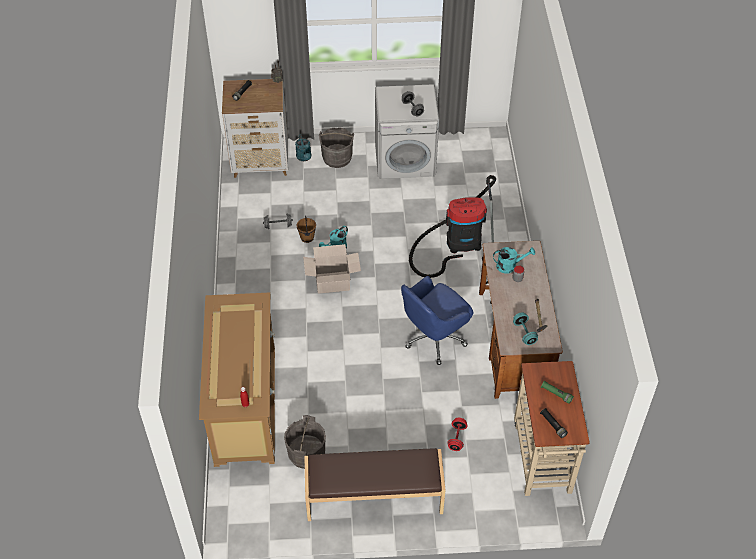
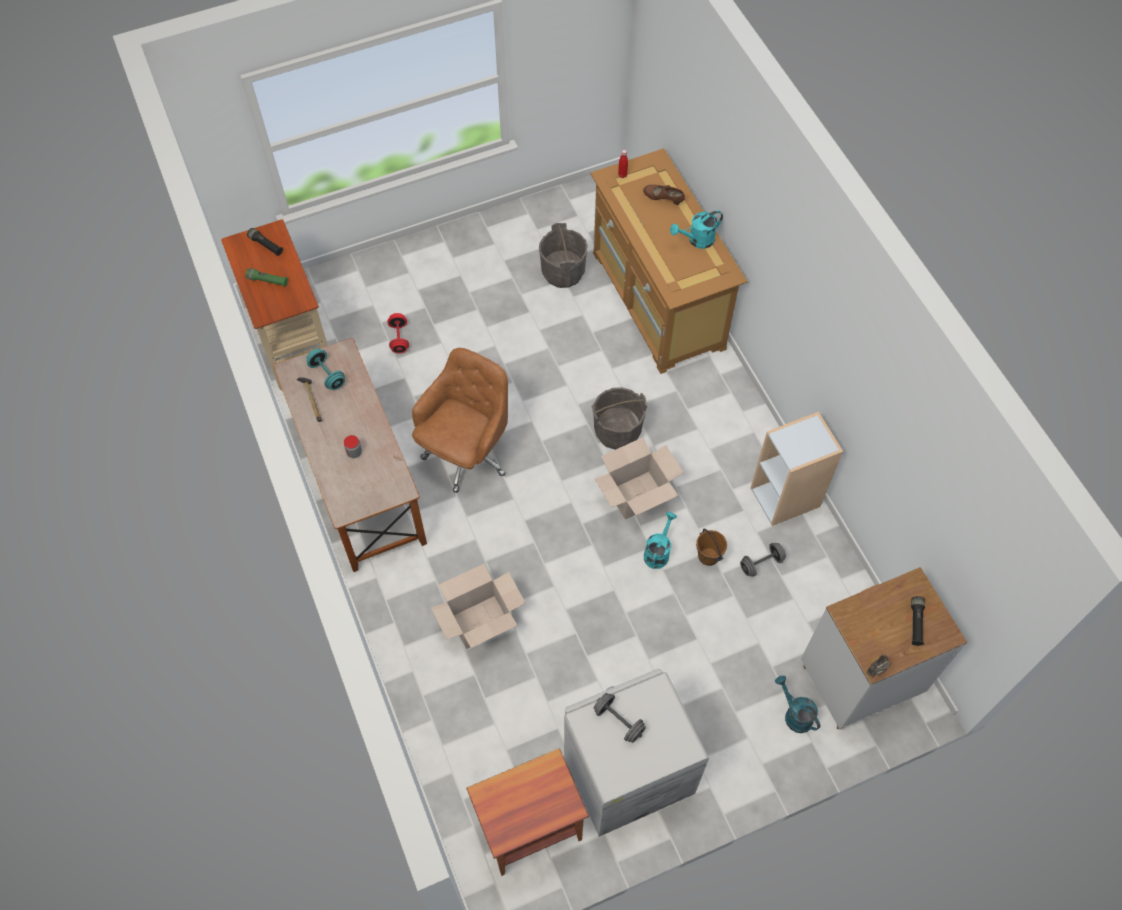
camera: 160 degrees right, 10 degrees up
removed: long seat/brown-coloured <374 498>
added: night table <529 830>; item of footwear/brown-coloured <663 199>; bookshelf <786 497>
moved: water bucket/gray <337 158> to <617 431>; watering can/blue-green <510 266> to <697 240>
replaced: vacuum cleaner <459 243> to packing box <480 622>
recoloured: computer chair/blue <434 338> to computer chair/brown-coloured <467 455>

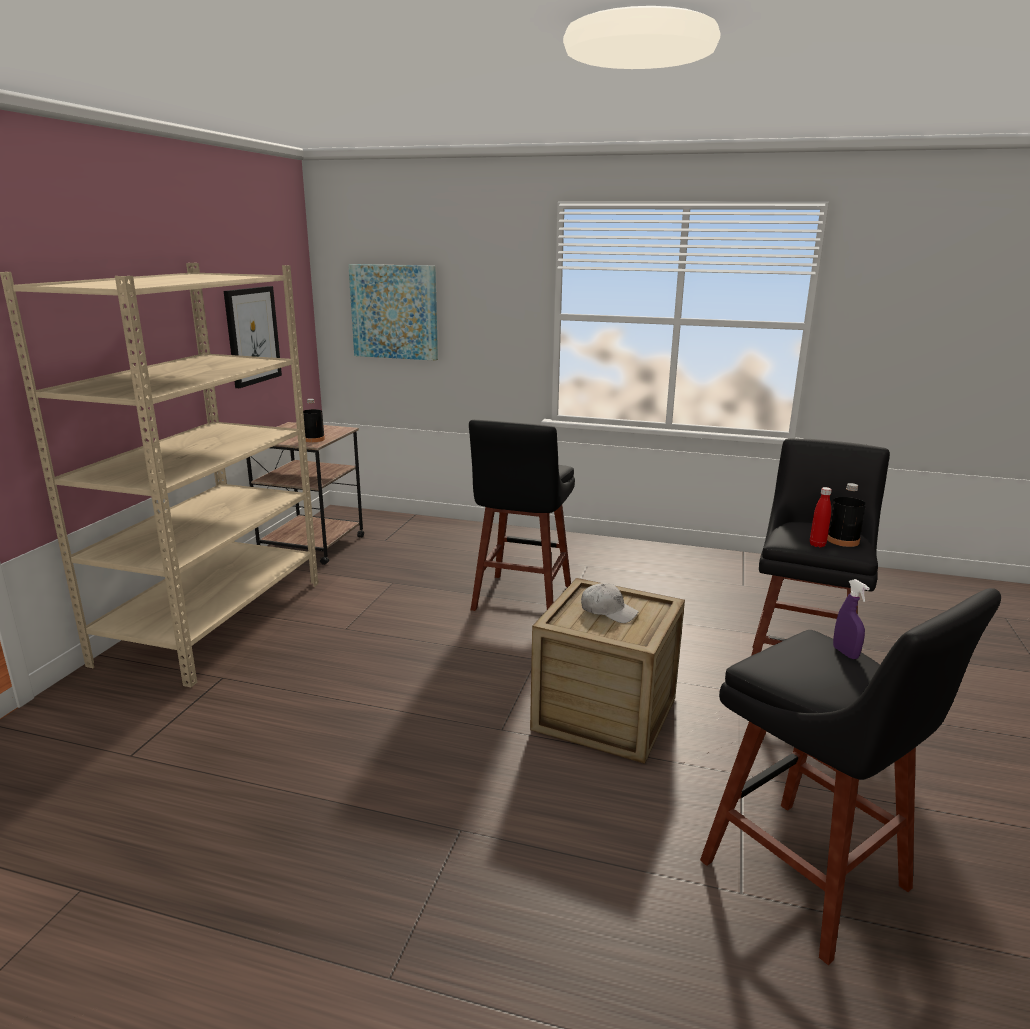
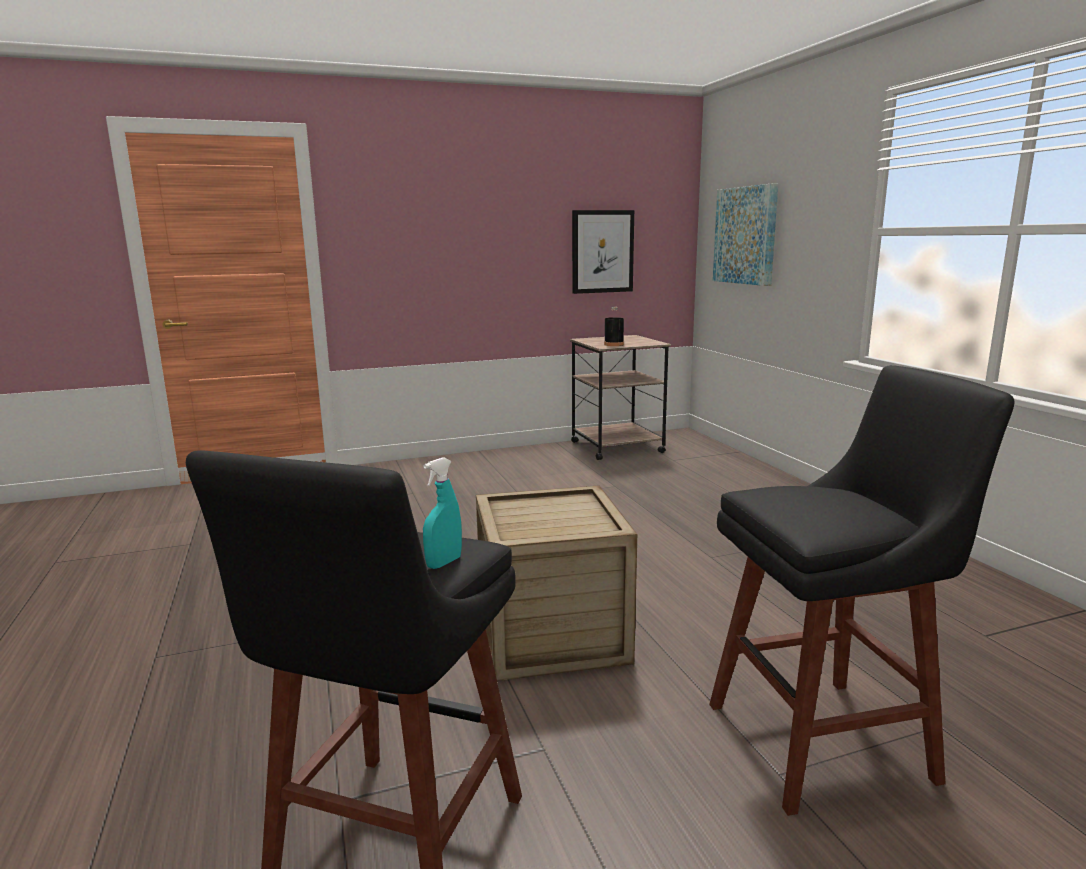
camera: 55 degrees right, 5 degrees down
removed: bookshelf/beige-coloured <214 620>; sitting stool/black <521 599>; baseball cap/white-coloured <608 611>; beverage bottle/red-coloured <817 545>; beverage bottle/black <842 540>
recoloured: sprayer/purple-coloured <845 653> to sprayer/blue-green <444 563>

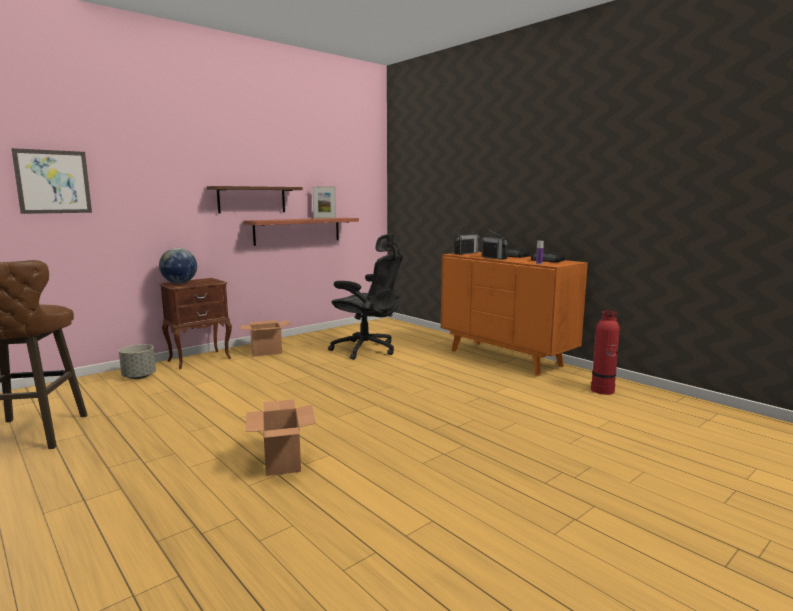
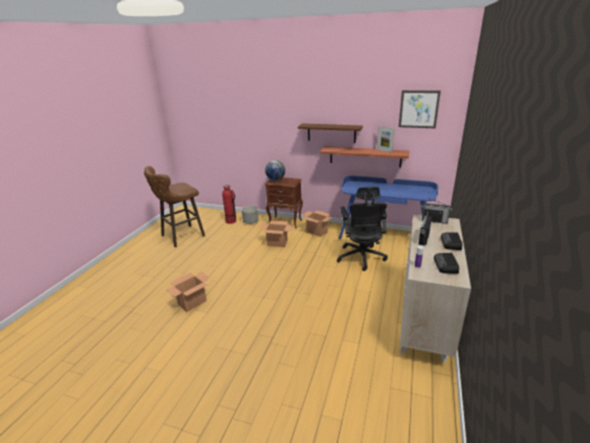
camera: 60 degrees right, 15 degrees up
added: packing box <277 243>; desk unit/blue <384 236>
moved: wall picture <53 182> to <418 109>; extinguisher <603 390> to <231 221>
recoloured: dresser/orange <505 358> to dresser/white-coloured <424 322>

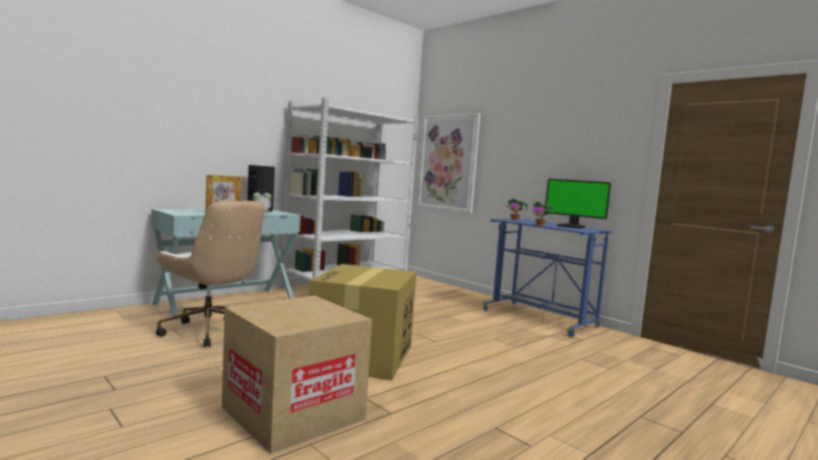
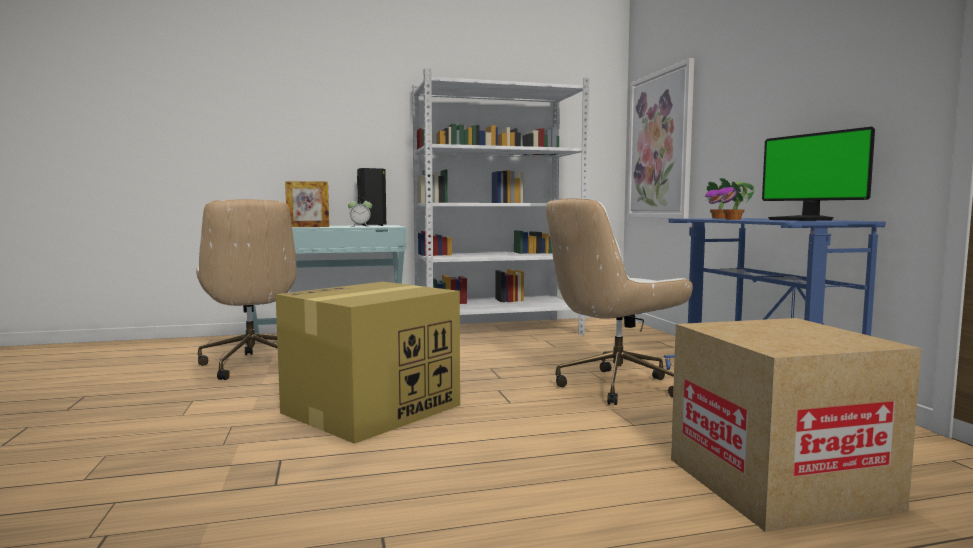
camera: 30 degrees right, 0 degrees up
added: computer chair/white-coloured <614 387>
moved: packing box <293 413> to <778 483>

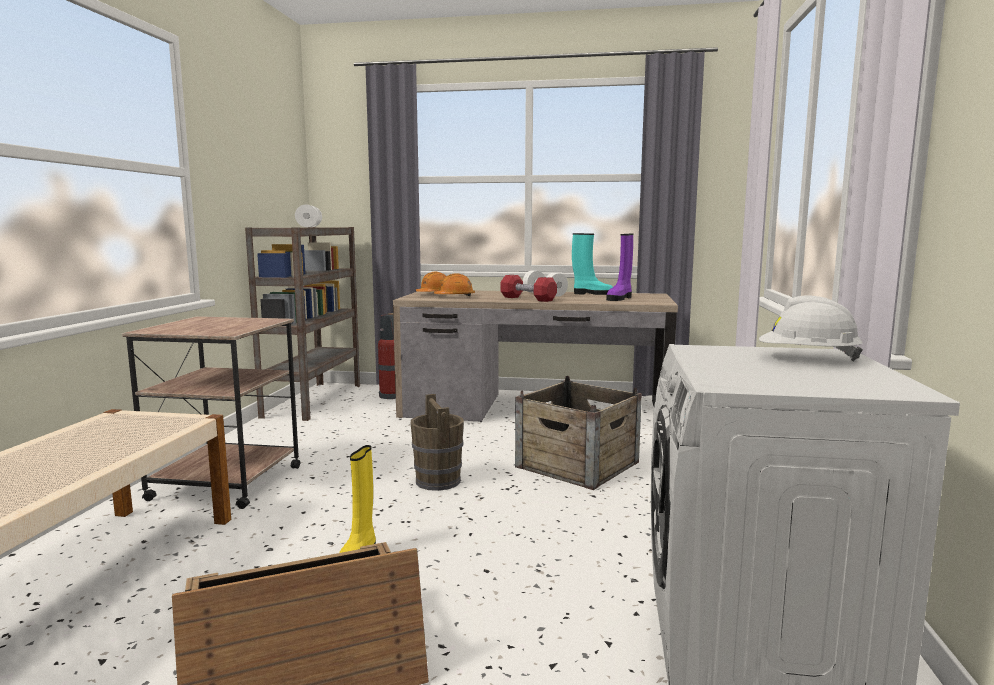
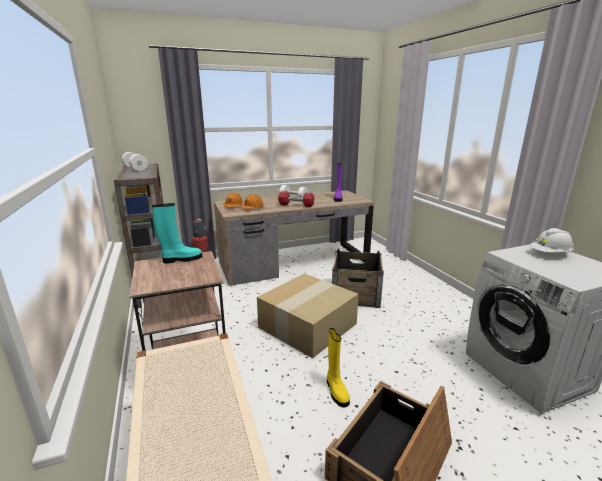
camera: 30 degrees left, 10 degrees up
moved: boot/blue-green <592 294> to <181 259>
replaced: water bucket/brown-coloured <438 481> to packing box <307 324>

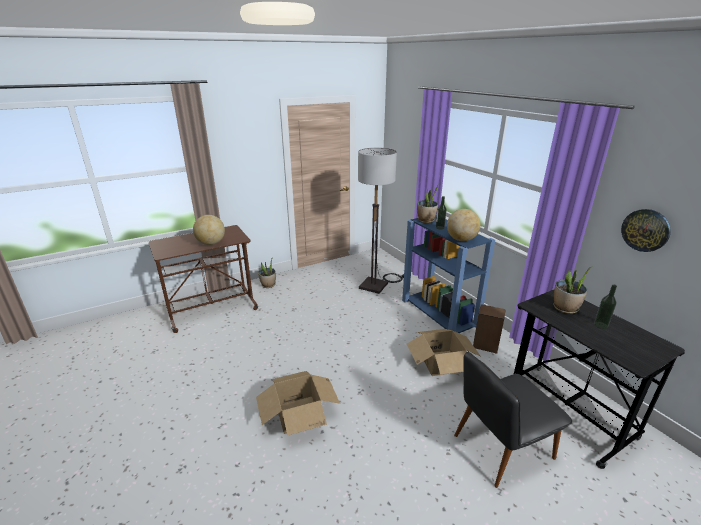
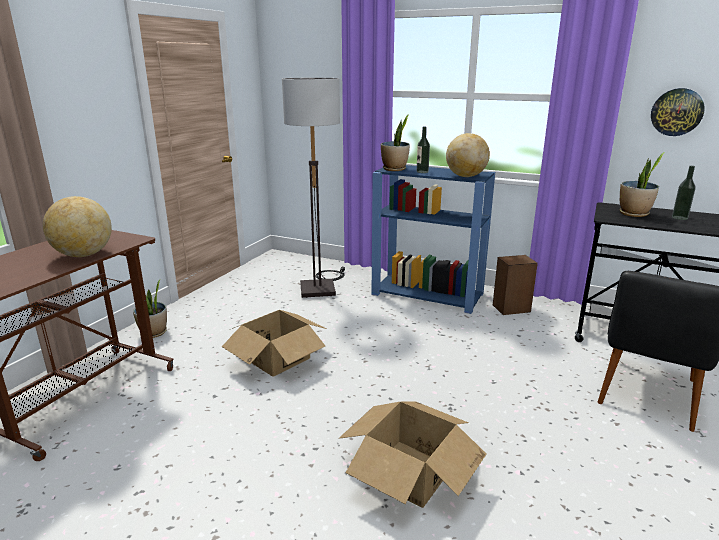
camera: 35 degrees left, 5 degrees down
moved: packing box <440 363> to <277 358>

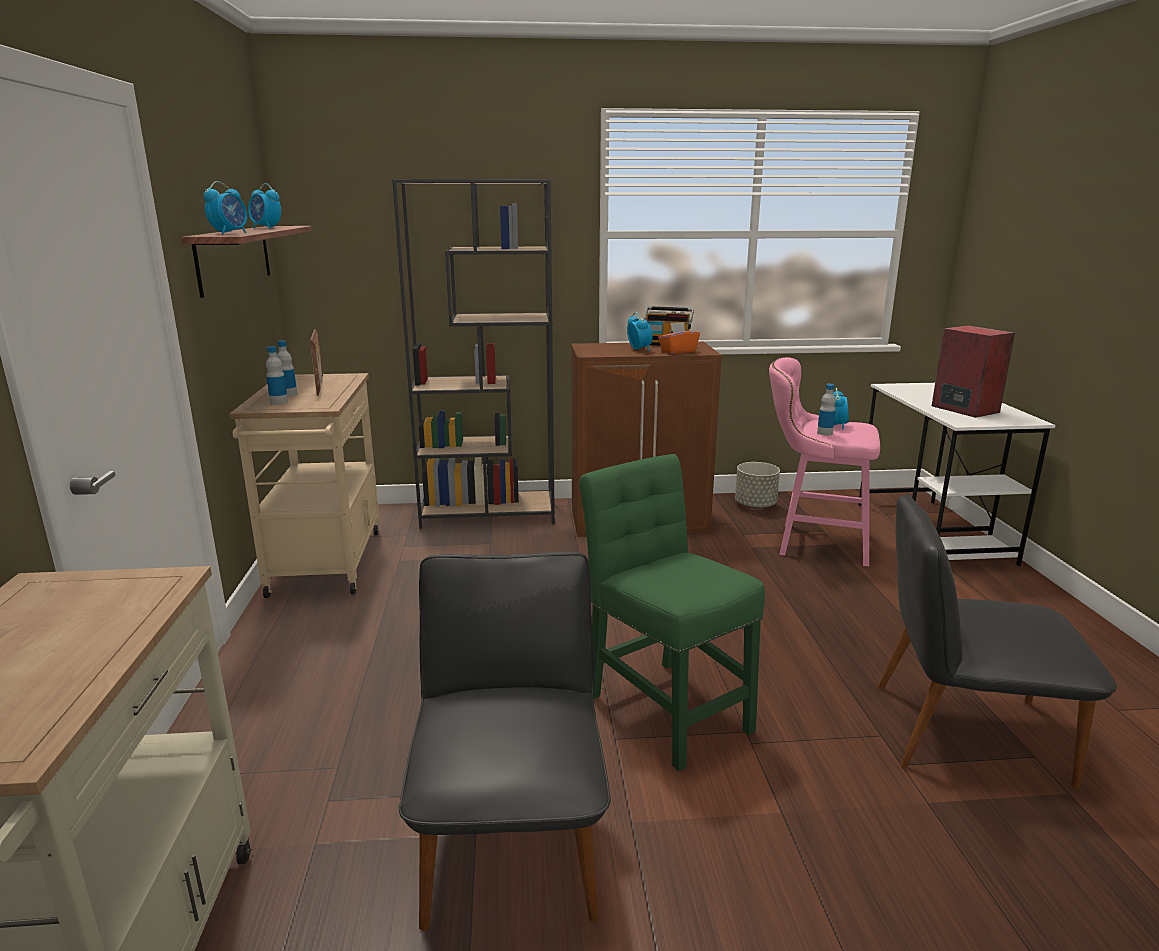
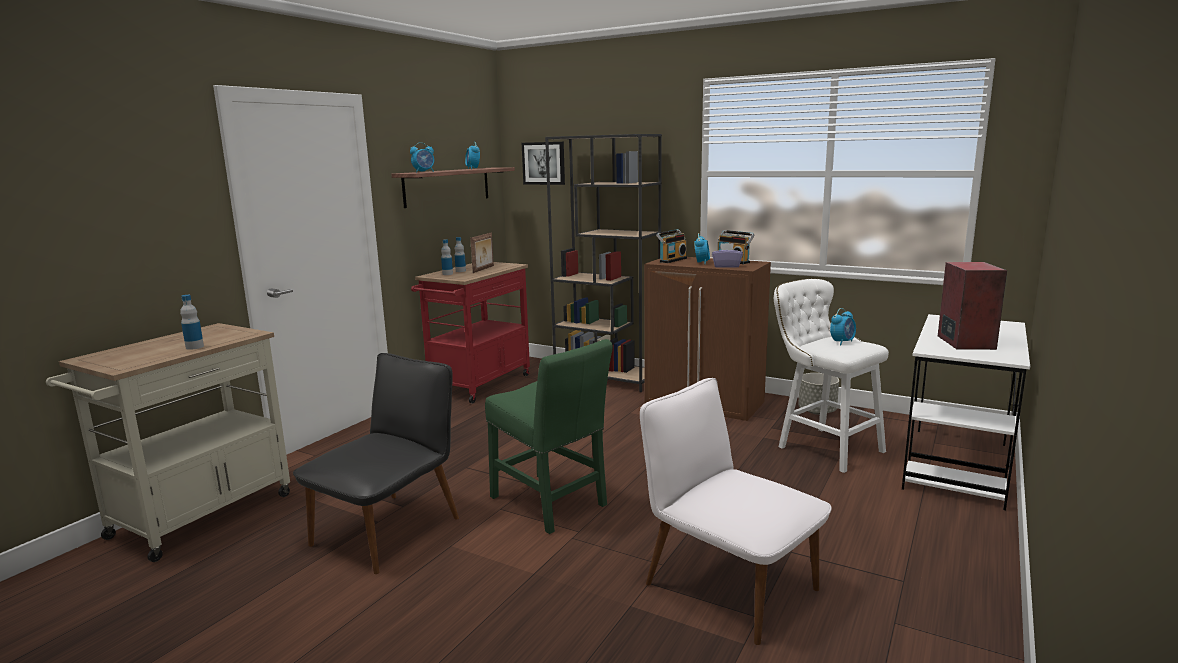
camera: 35 degrees right, 5 degrees down
added: wall picture <544 163>; radio <672 260>
moved: beverage bottle <824 433> to <194 347>
recoloured: cart/beige-coloured <325 565> to cart/red-coloured <478 385>; box of tissues/orange <678 351> to box of tissues/purple-coloured <726 266>; sitting stool/pinkish <810 542> to sitting stool/white-coloured <820 445>; plain chair/black <968 732> to plain chair/white-coloured <731 586>
turned: plain chair/green-coloured <664 707> = <551 504> 135 degrees clockwise

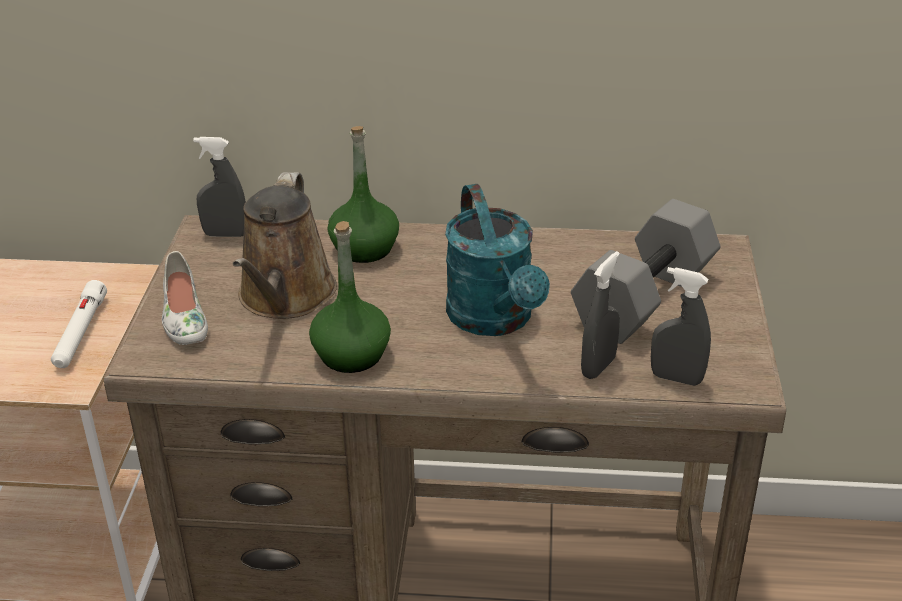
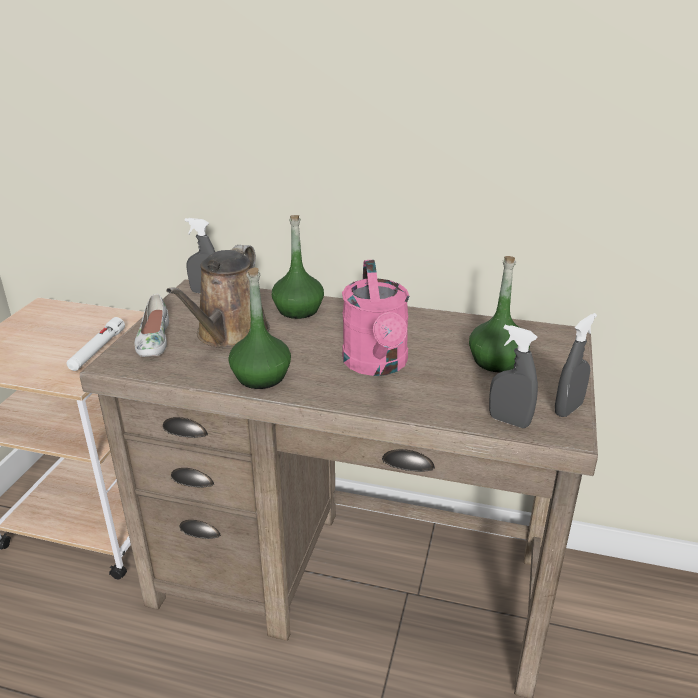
camera: 10 degrees right, 5 degrees down
moved: sprayer/gray <598 367> to <568 409>
replaced: dumbbell/gray <643 297> to beverage bottle/green-coloured <496 361>
recoloured: watering can/blue-green <495 320> to watering can/pinkish <377 365>

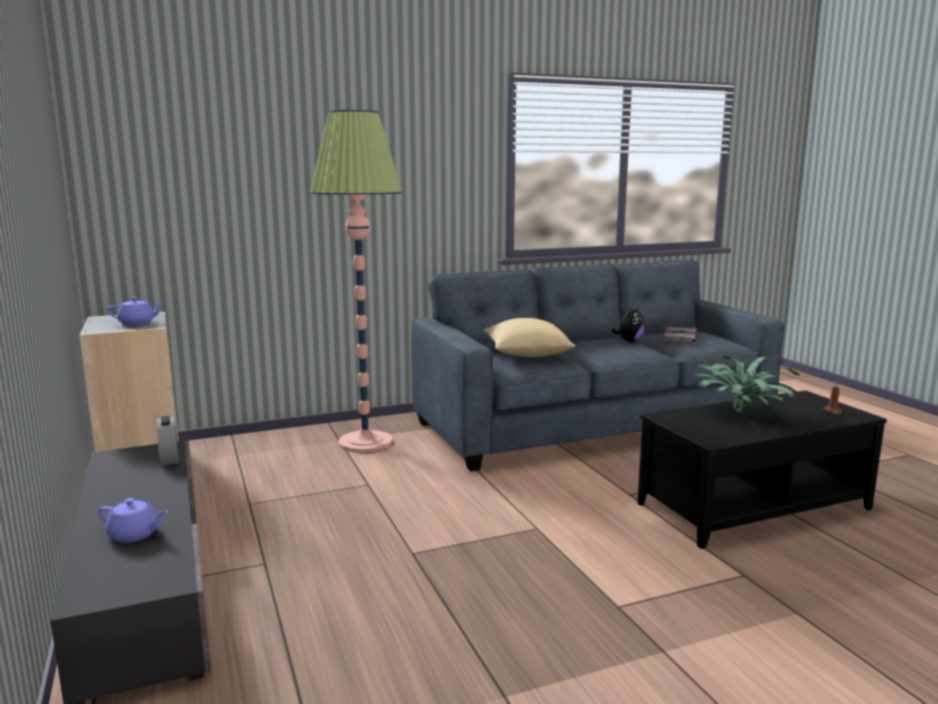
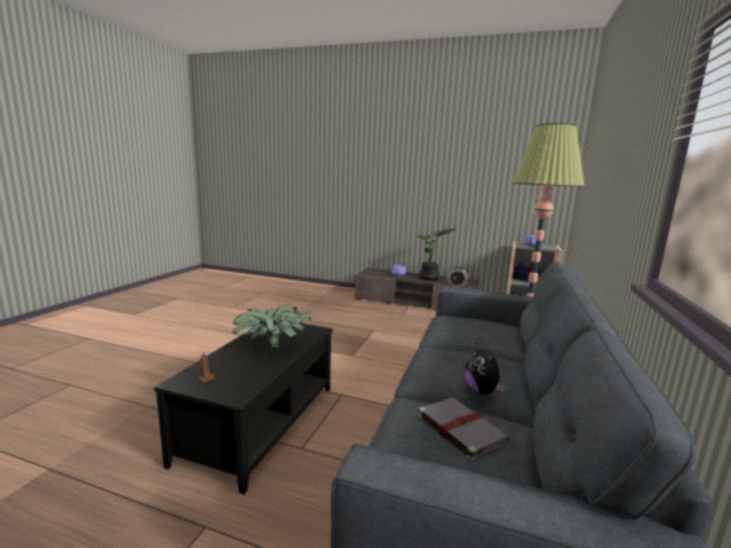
camera: 130 degrees right, 0 degrees up
removed: throw pillow/beige-coloured <527 354>
added: plant in a pot <430 278>

